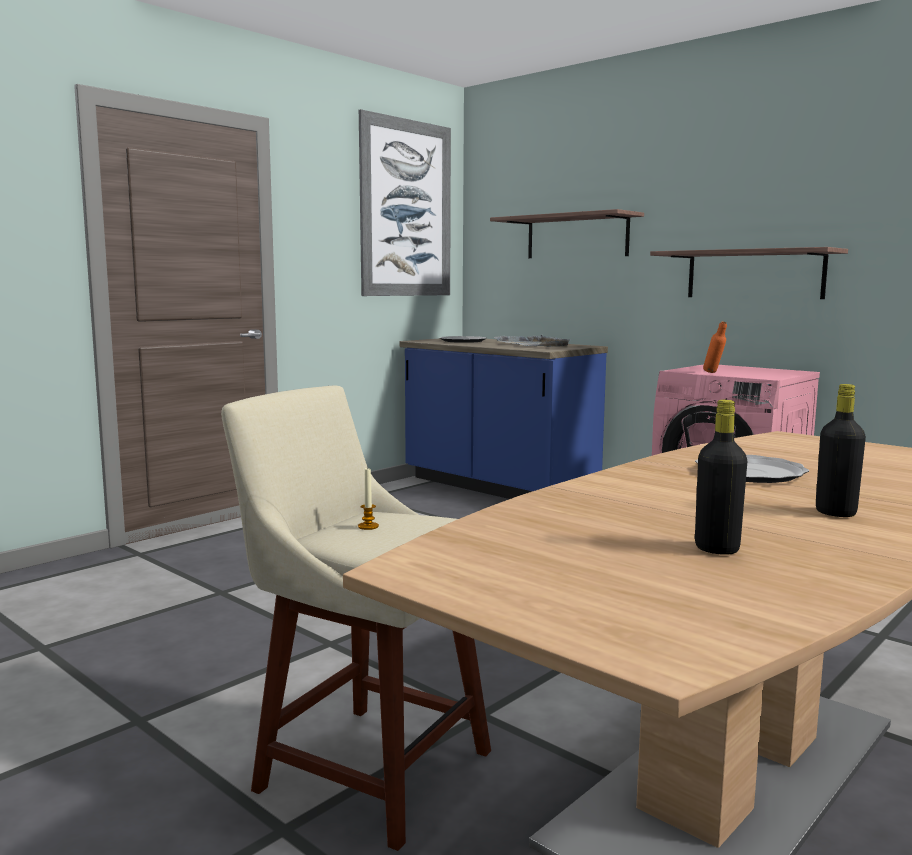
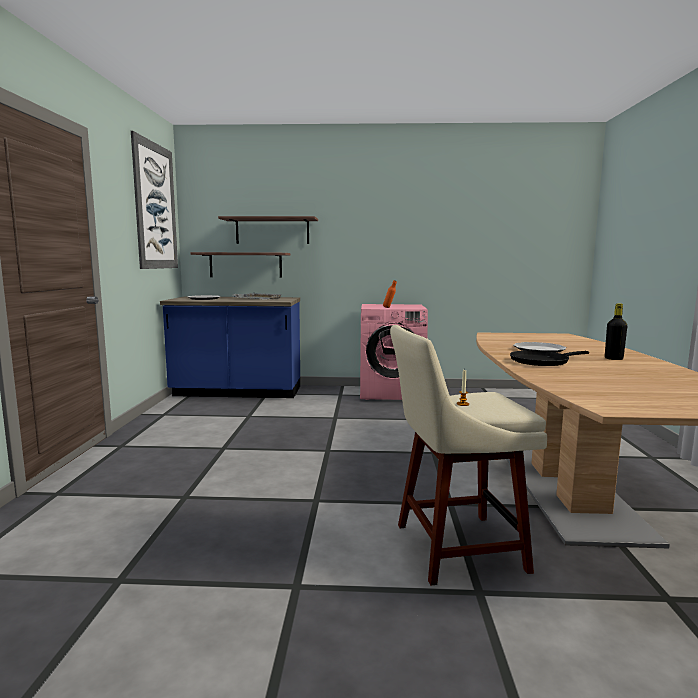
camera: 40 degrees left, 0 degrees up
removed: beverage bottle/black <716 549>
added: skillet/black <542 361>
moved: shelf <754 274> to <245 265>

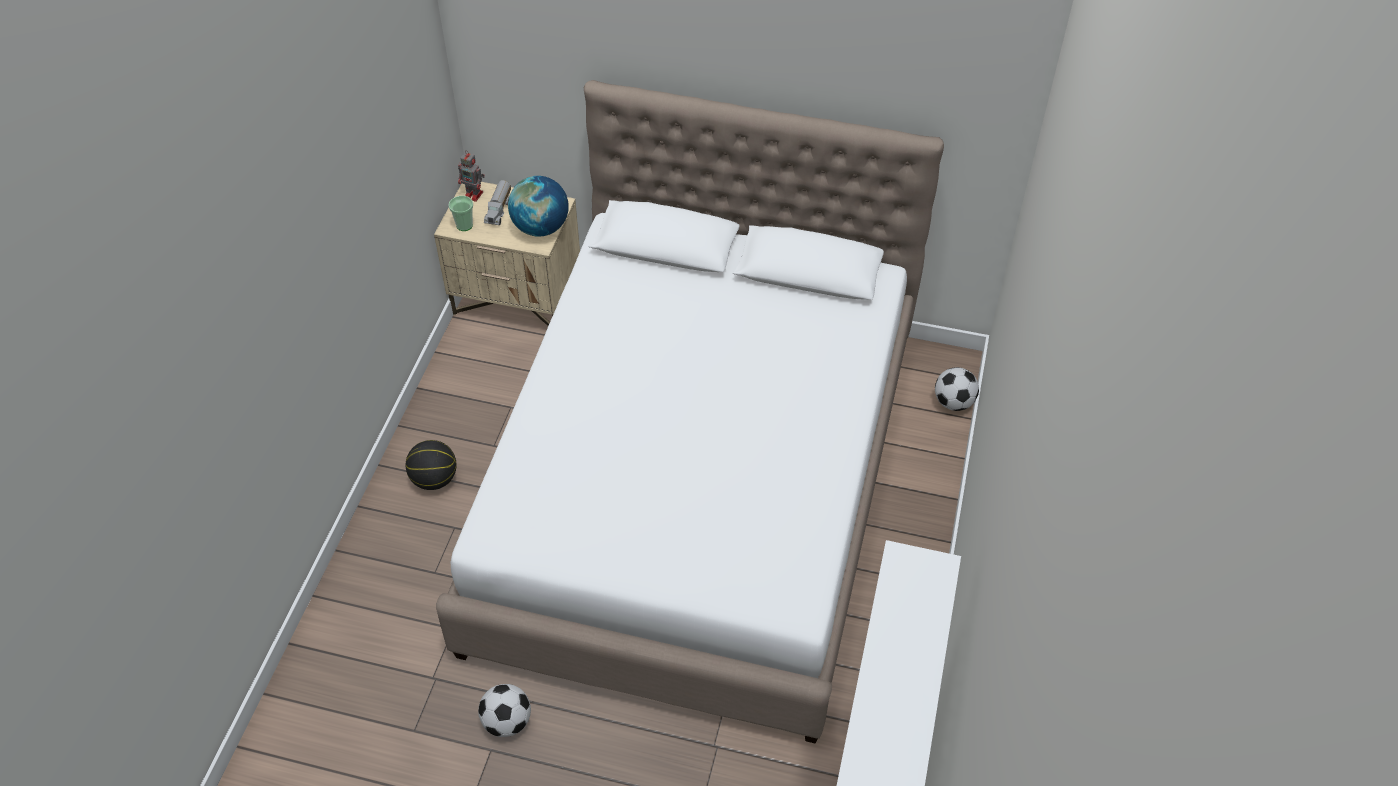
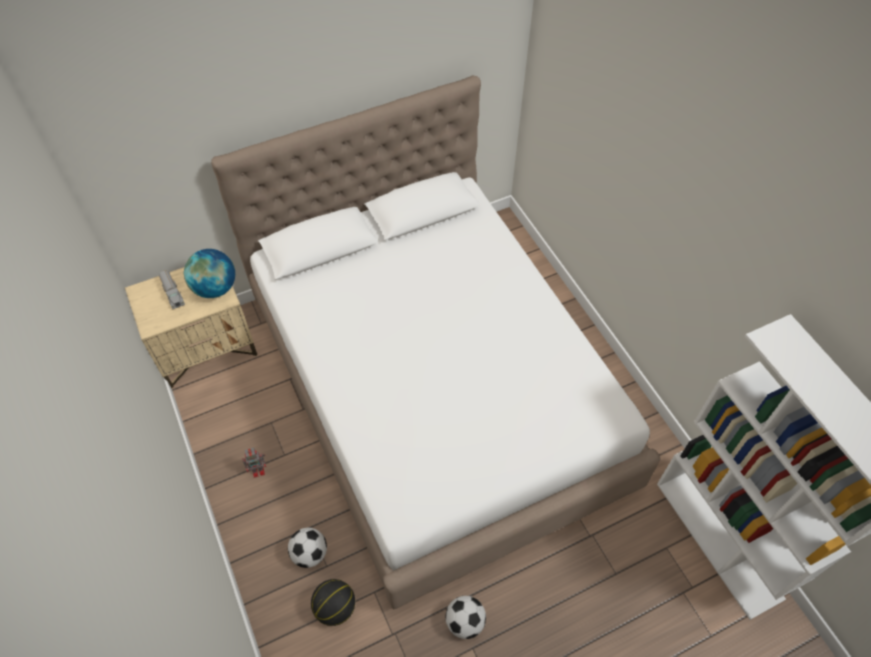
camera: 40 degrees left, 5 degrees up
removed: cup <464 225>
moved: basketball ball <434 479> to <335 608>; model robot <474 195> to <259 470>; football <953 402> to <310 553>

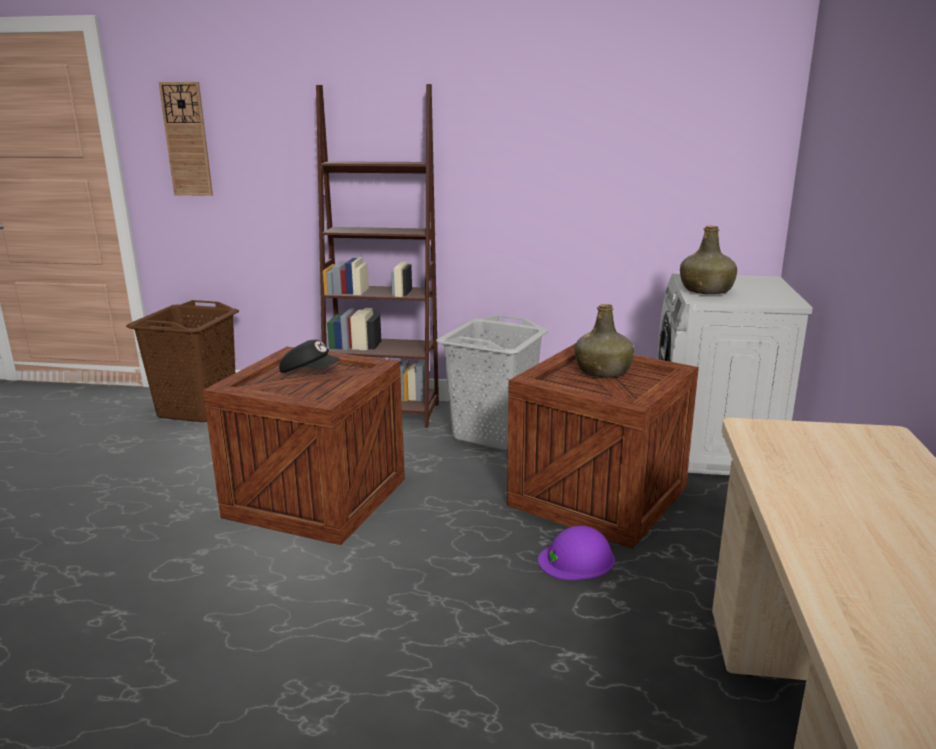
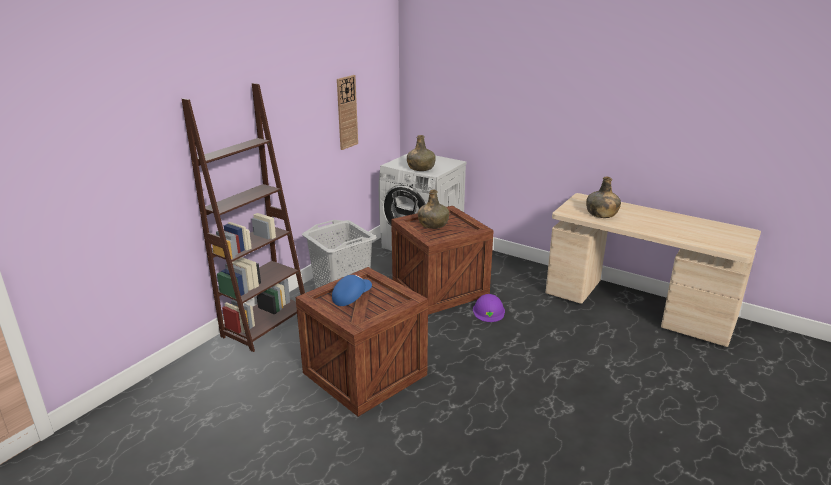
camera: 65 degrees left, 5 degrees up
removed: hamper/brown-coloured <198 409>
added: beverage bottle/green-coloured <601 214>
moved: wall clock <187 140> to <347 112>
recoloured: baseball cap/black <310 372> to baseball cap/blue <351 297>

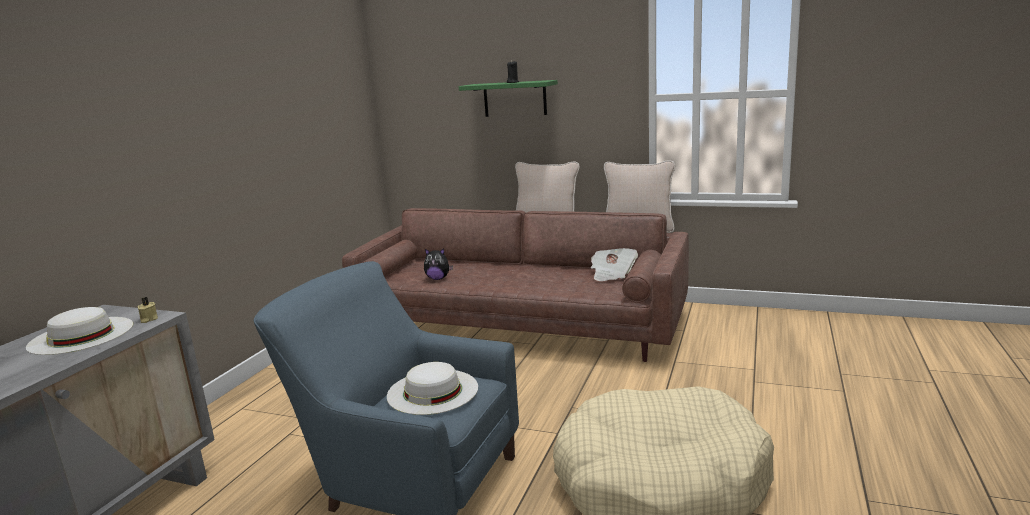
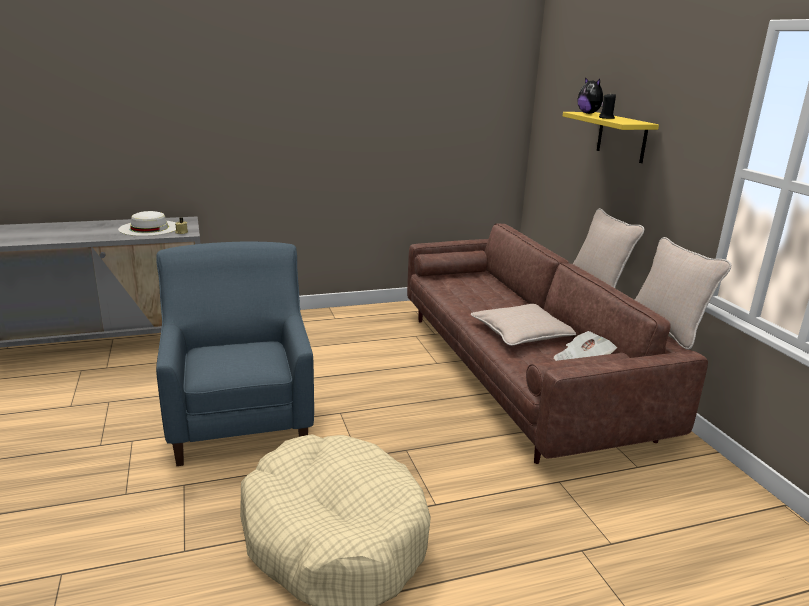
camera: 50 degrees right, 5 degrees up
removed: clothing hat/white-coloured <432 391>
added: throw pillow/beige-coloured <522 332>
moved: cuddly toy <438 278> to <589 113>
recoloured: shelf/green-coloured <515 98> to shelf/yellow <621 137>

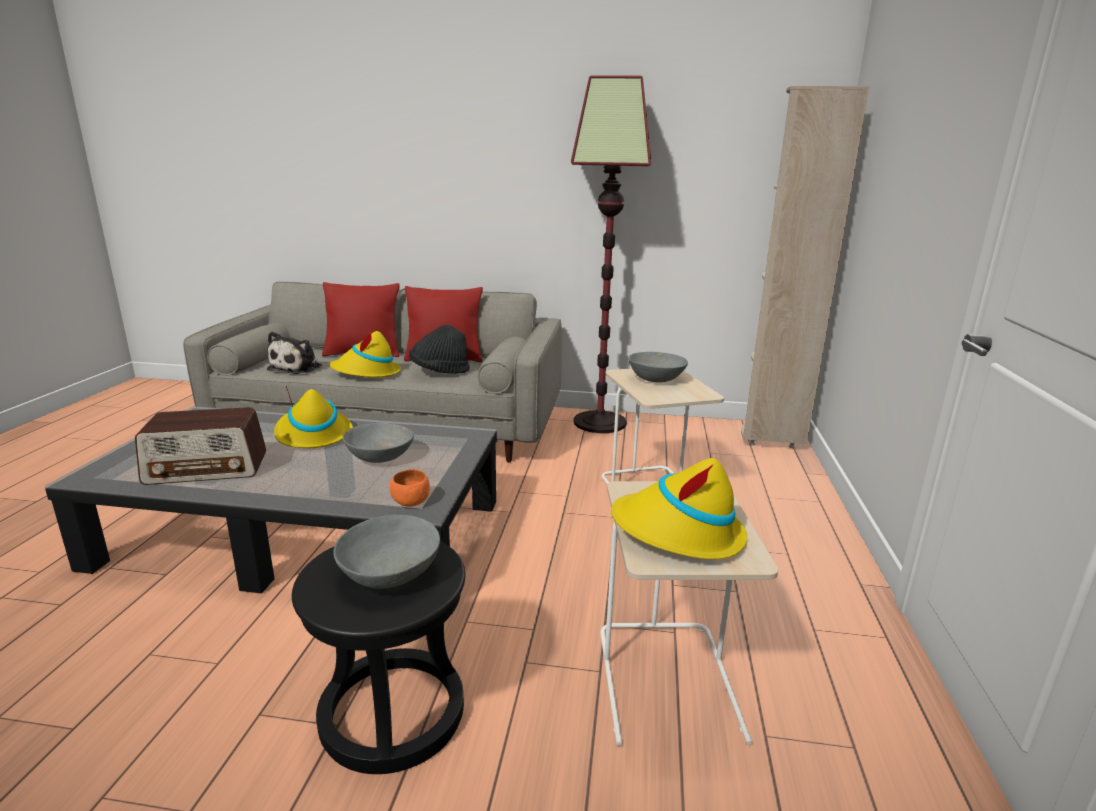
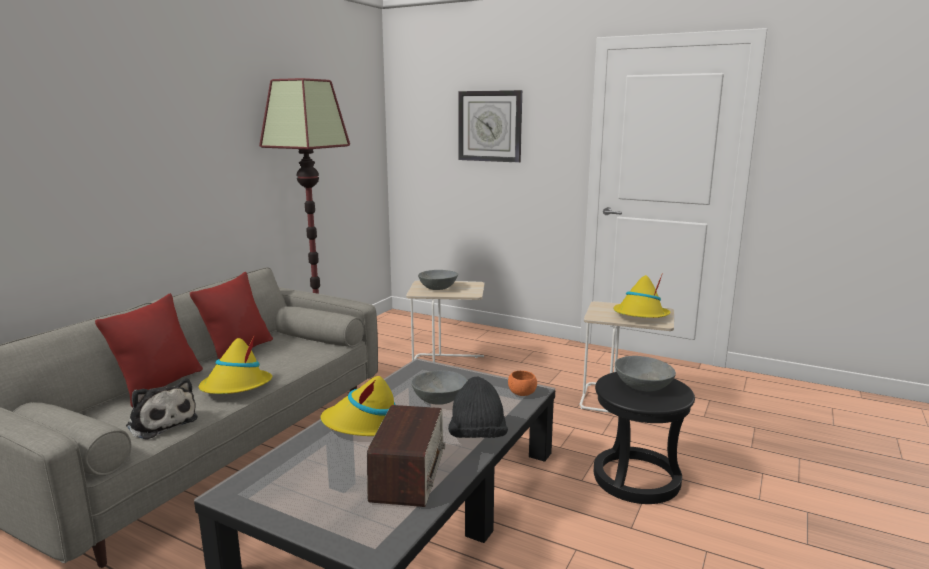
camera: 70 degrees left, 5 degrees down
removed: bookshelf/beige-coloured <771 439>
added: wall clock <490 126>
moved: clothing hat/black <439 371> to <477 437>

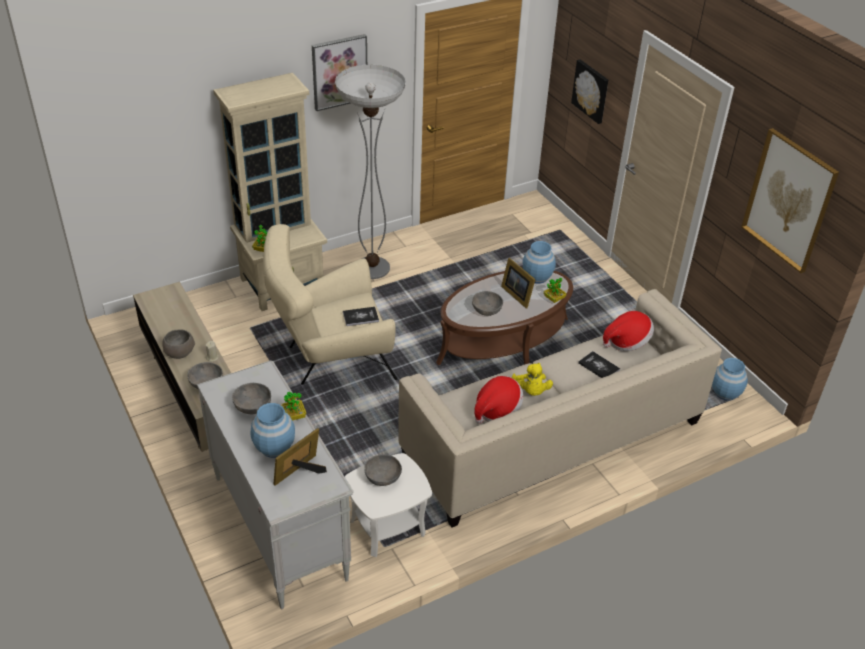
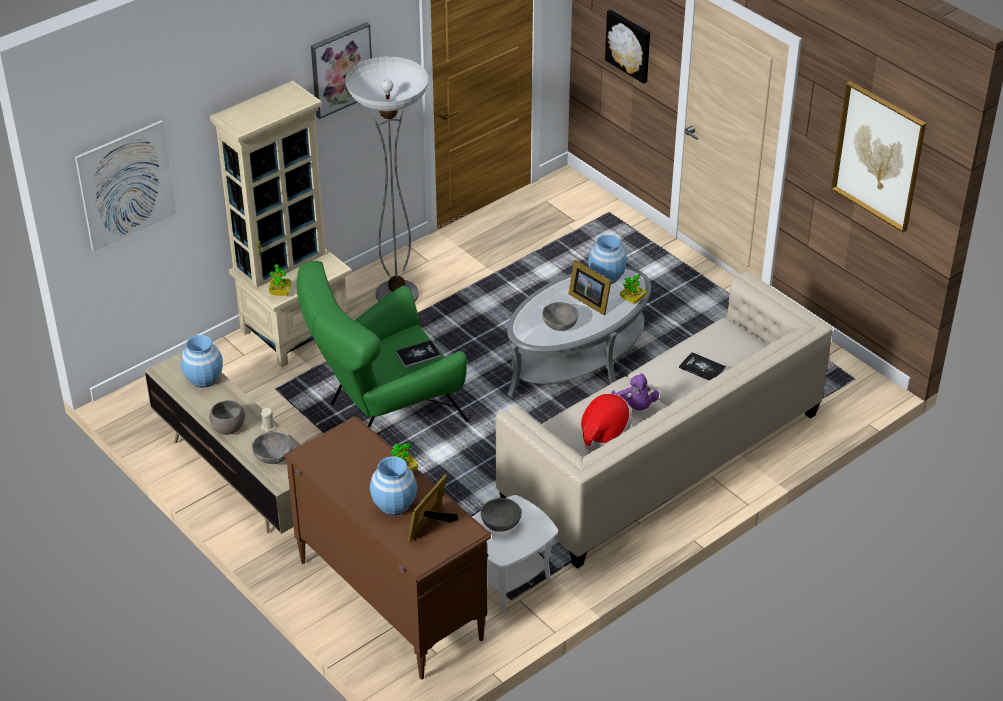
camera: 10 degrees left, 0 degrees up
removed: serving bowl/gray <252 406>; clothing hat <627 341>
added: wall picture <126 185>
moved: vase/blue <725 393> to <204 379>
recoloured: dresser/white-coloured <280 526> to dresser/brown-coloured <390 598>; armchair/beige-coloured <329 360> to armchair/green-coloured <382 411>; coffee table/brown-coloured <503 341> to coffee table/gray <578 357>; cuddly toy/yellow <531 391> to cuddly toy/purple-coloured <635 406>

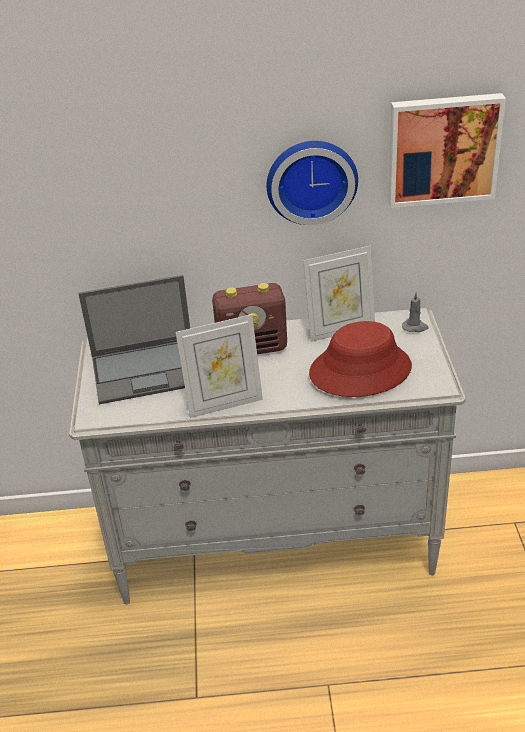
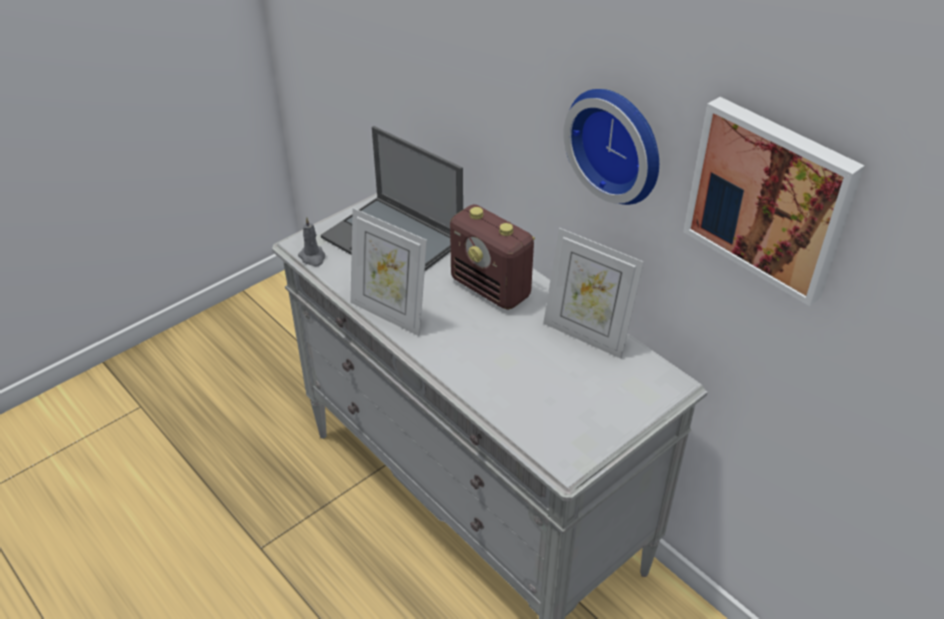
camera: 50 degrees right, 5 degrees up
removed: clothing hat/red-coloured <360 370>
moved: wax candle/gray <415 327> to <313 257>

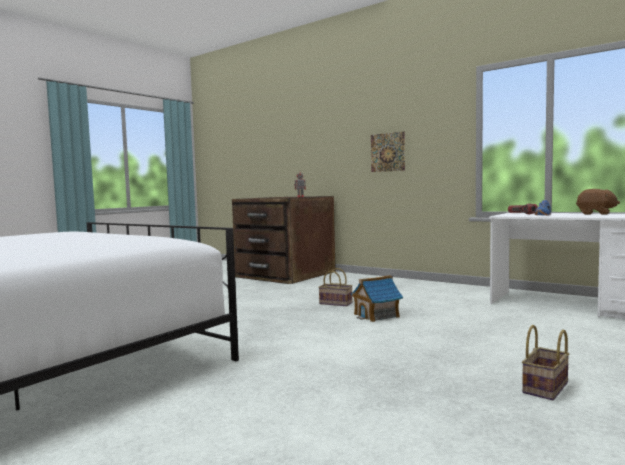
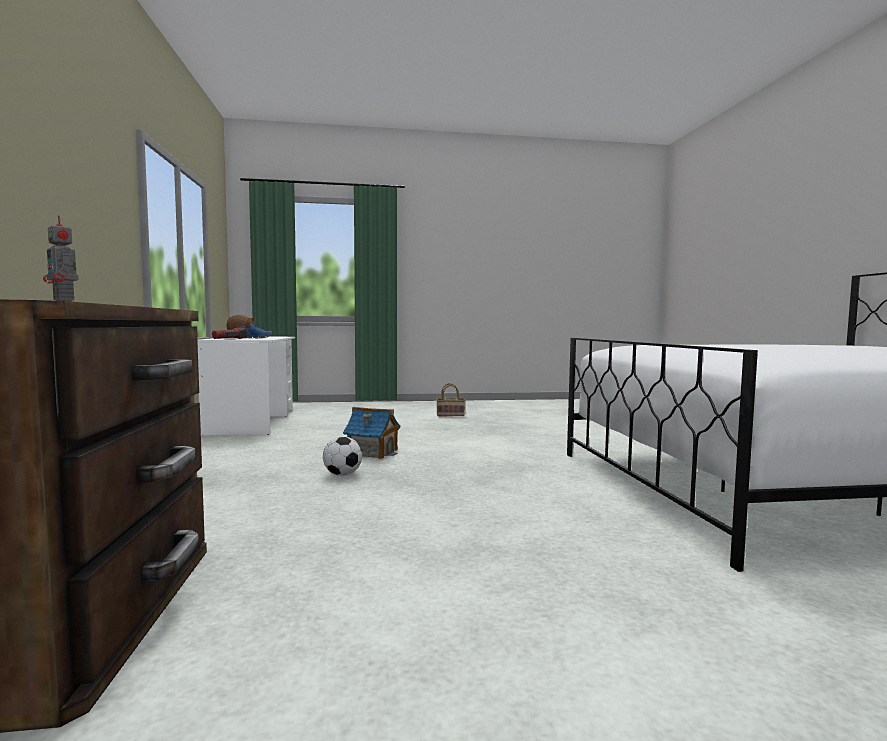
camera: 135 degrees left, 0 degrees up
removed: wall picture <387 152>
replaced: household basket <336 303> to football <342 474>

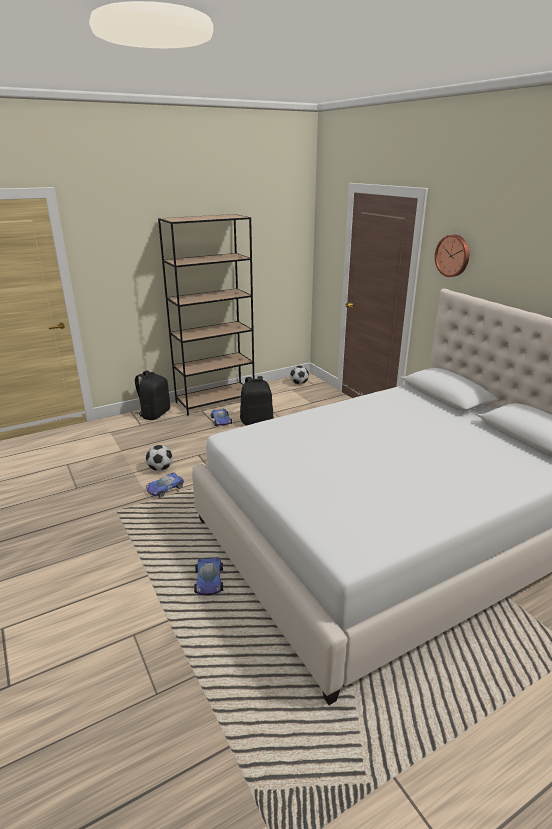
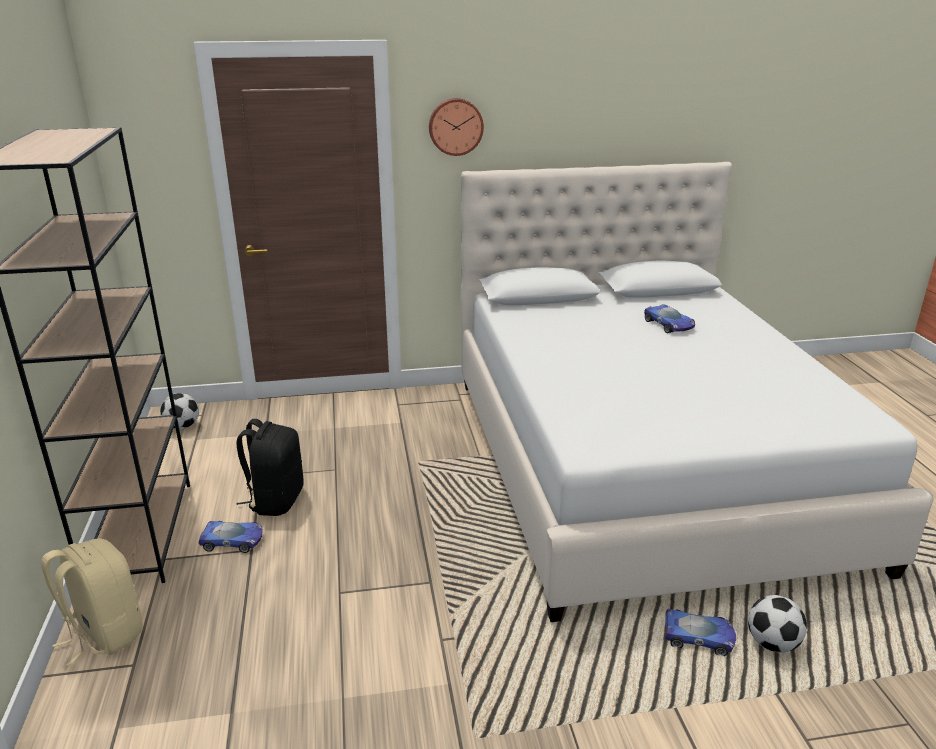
camera: 70 degrees left, 0 degrees up
moved: football <160 469> to <772 643>; miniature car <164 488> to <669 325>
recoloured: backpack/black <154 414> to backpack/beige-coloured <103 634>

